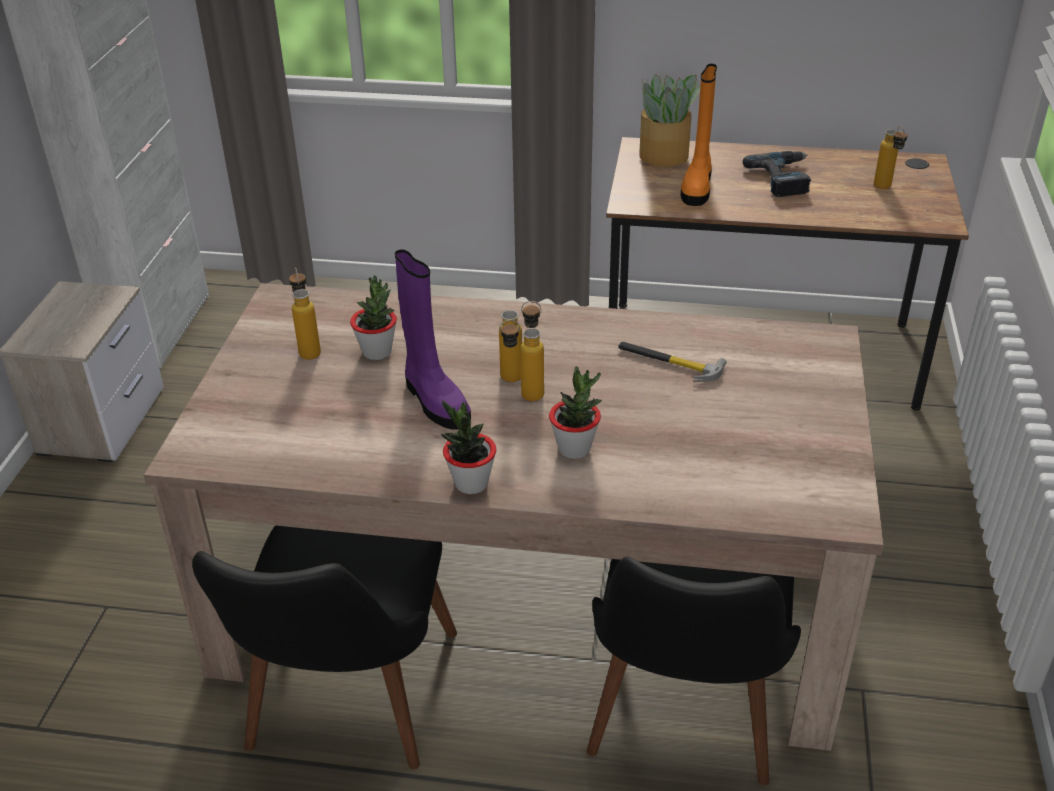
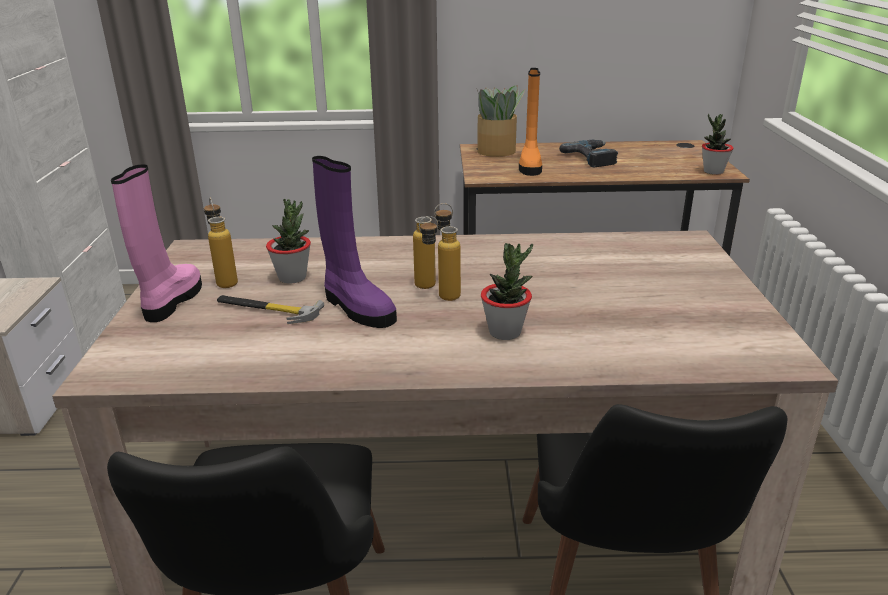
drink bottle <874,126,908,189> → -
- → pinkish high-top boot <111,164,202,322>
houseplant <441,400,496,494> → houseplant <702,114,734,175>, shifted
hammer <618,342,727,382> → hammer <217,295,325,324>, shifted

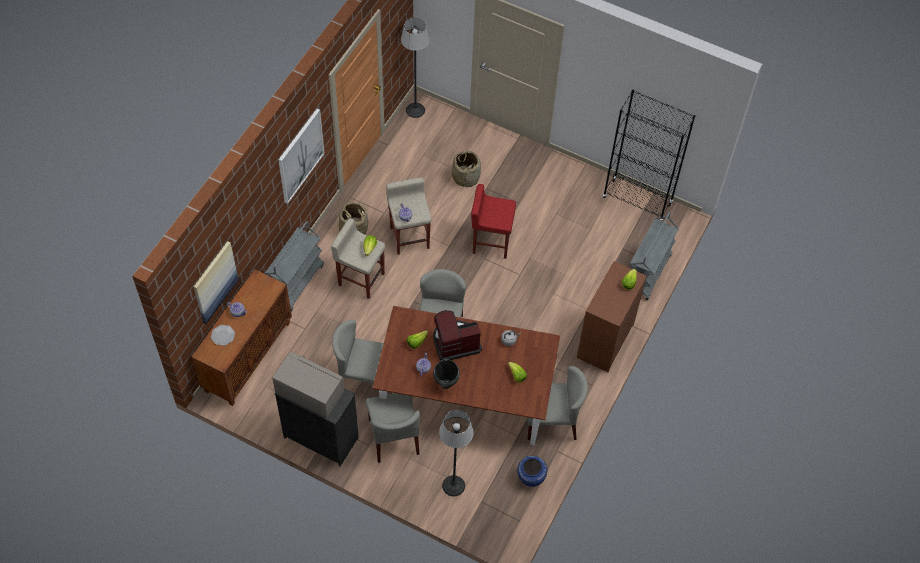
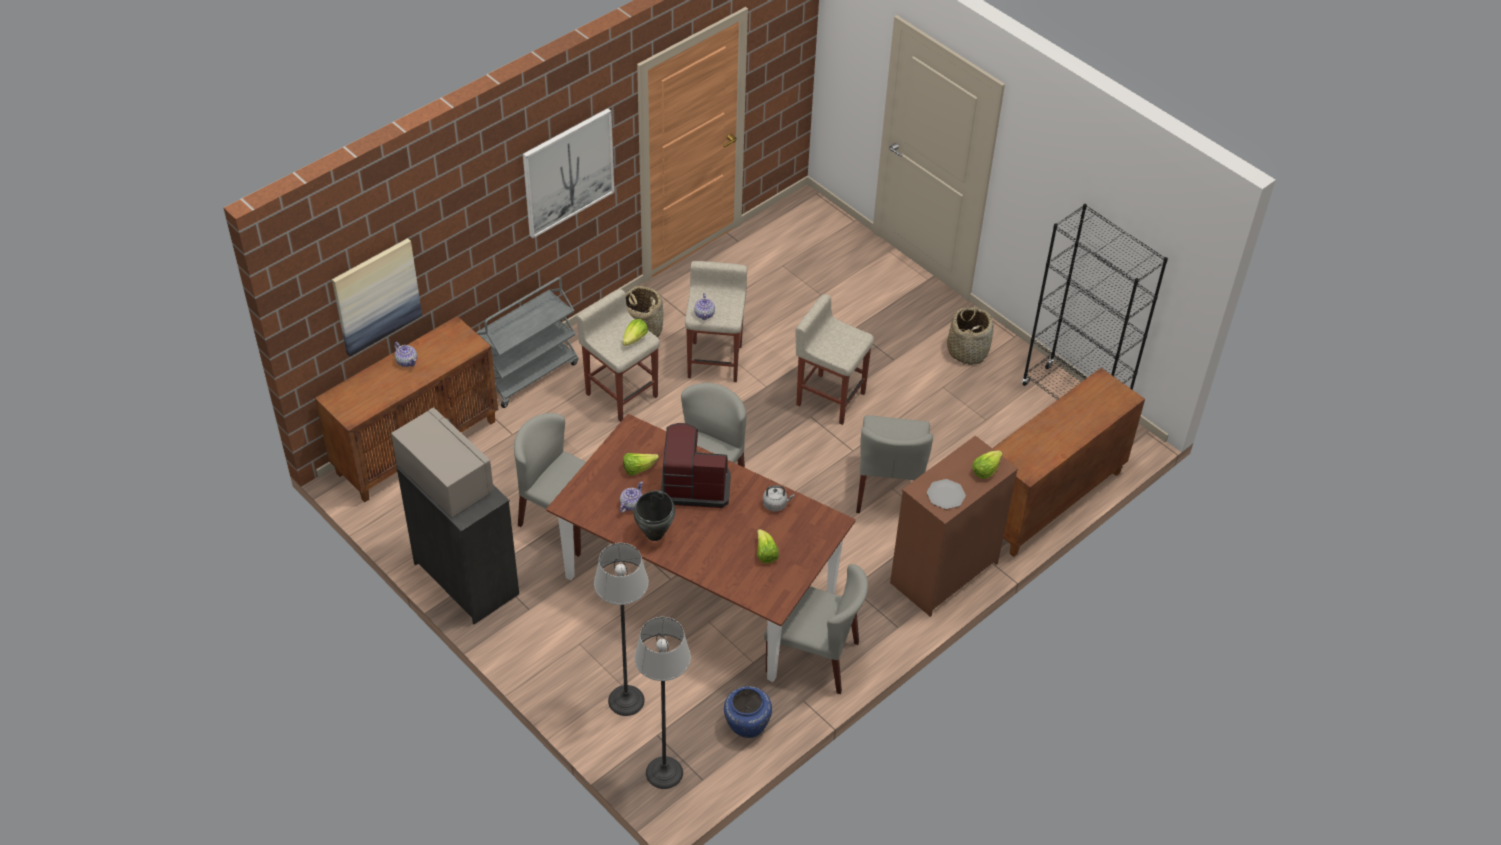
flat dish <211,325,235,346> → flat dish <927,479,966,509>, shifted
gray chair <366,393,420,463> → gray chair <856,415,933,513>, shifted
standard lamp <401,18,429,118> → standard lamp <634,617,691,789>, shifted
household basket <452,151,481,188> → household basket <947,307,993,365>, shifted
gray wheeled cart <630,212,679,300> → brownish cabinet <992,368,1145,557>
red sitting stool <471,184,516,259> → sand-coloured sitting stool <795,294,874,425>

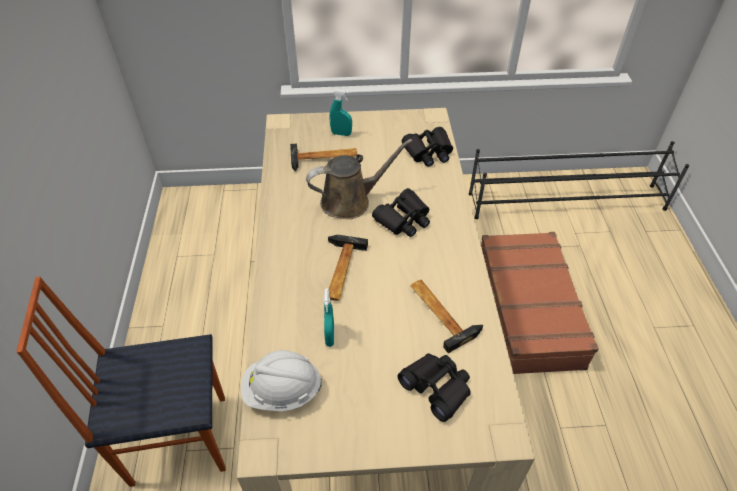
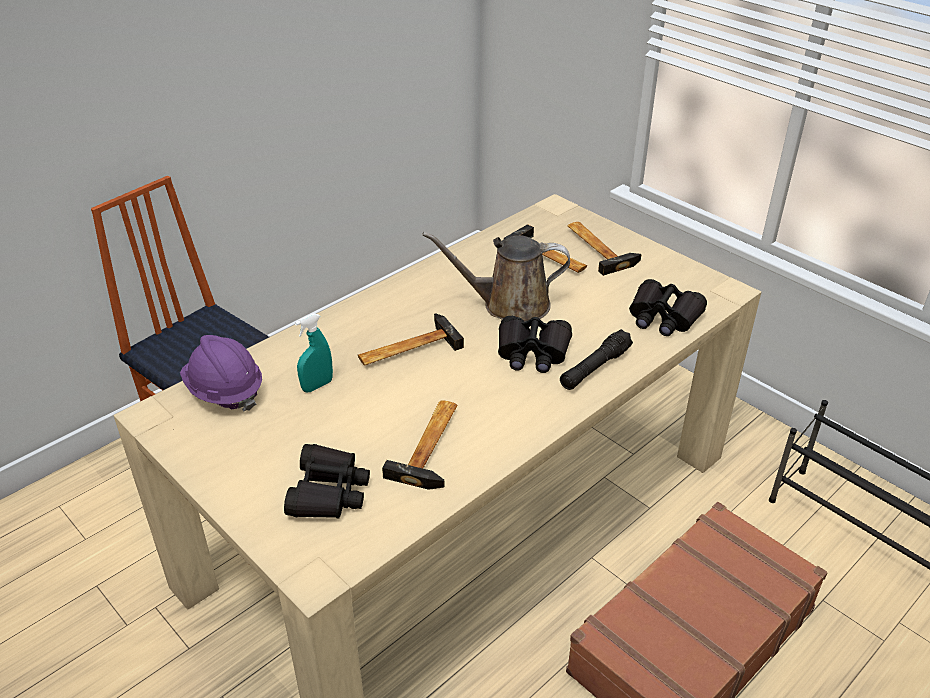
- → blackish flashlight <560,329,633,390>
turquoise spray bottle <330,89,352,136> → hammer <568,222,642,276>
white-coloured hard hat <241,350,322,411> → purple-coloured hard hat <180,335,262,411>
brownish watering can <306,139,413,219> → brownish watering can <422,232,570,321>, 150 degrees clockwise

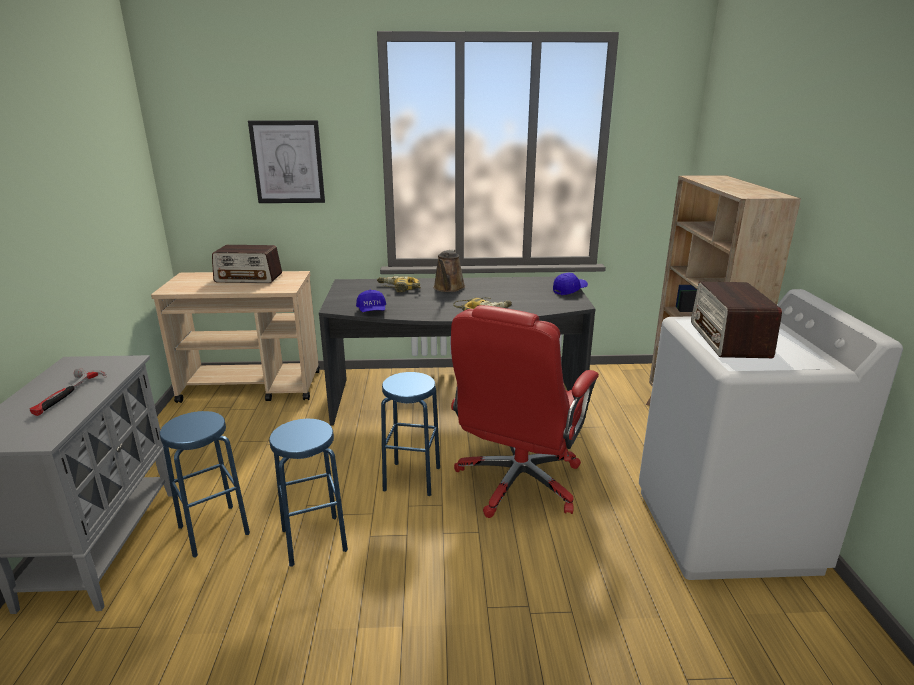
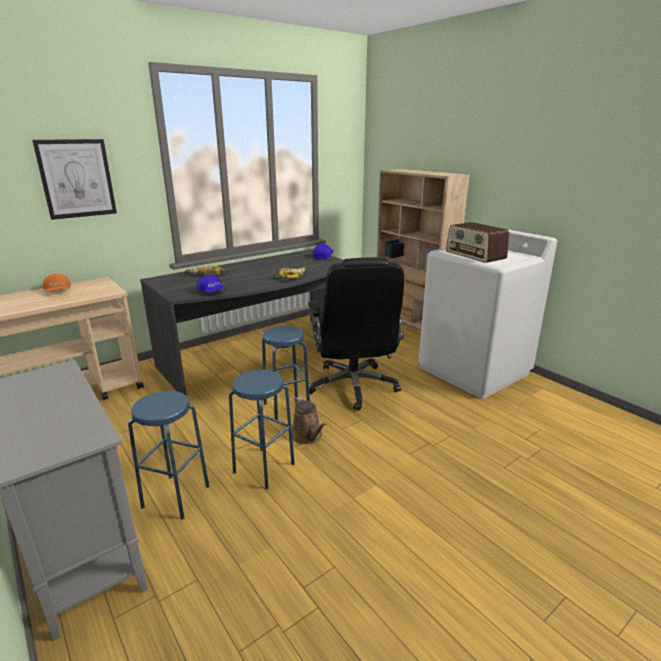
hammer <30,368,107,416> → -
brownish watering can <433,250,465,292> → brownish watering can <292,396,326,444>, shifted
radio <212,245,282,283> → orange peaked cap <43,274,71,292>
red office chair <451,305,599,518> → blackish office chair <308,257,404,411>

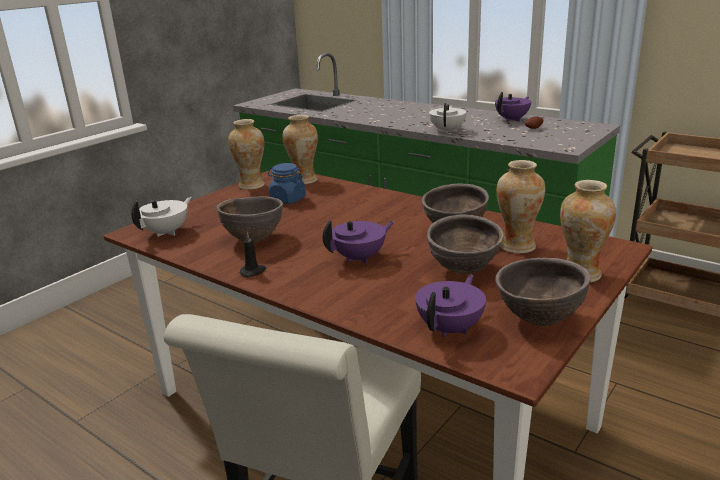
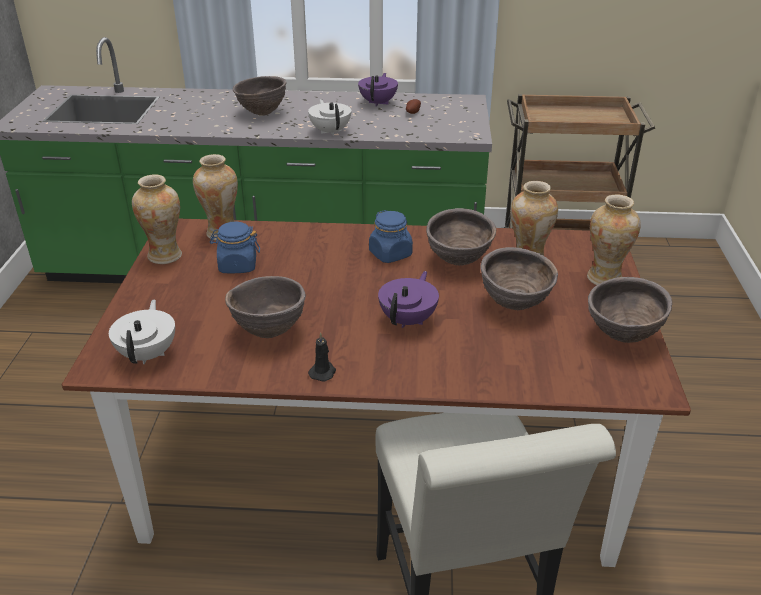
purple-coloured pot for tea <415,275,486,337> → -
- → brownish serving bowl <233,76,287,116>
- → blue-coloured storage jar <369,210,413,263>

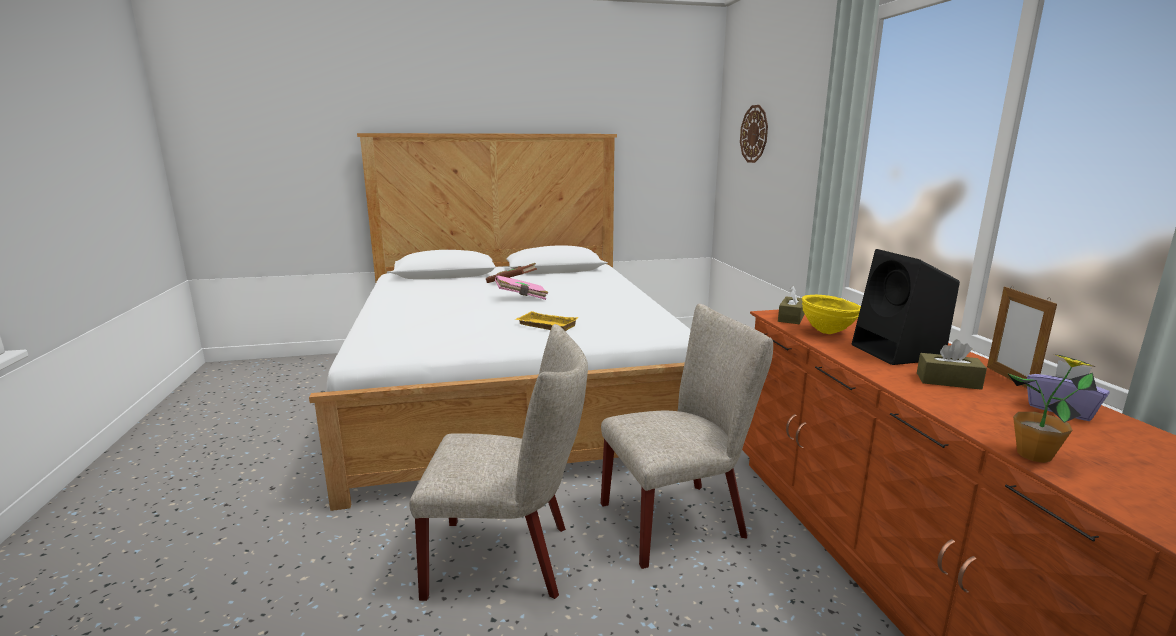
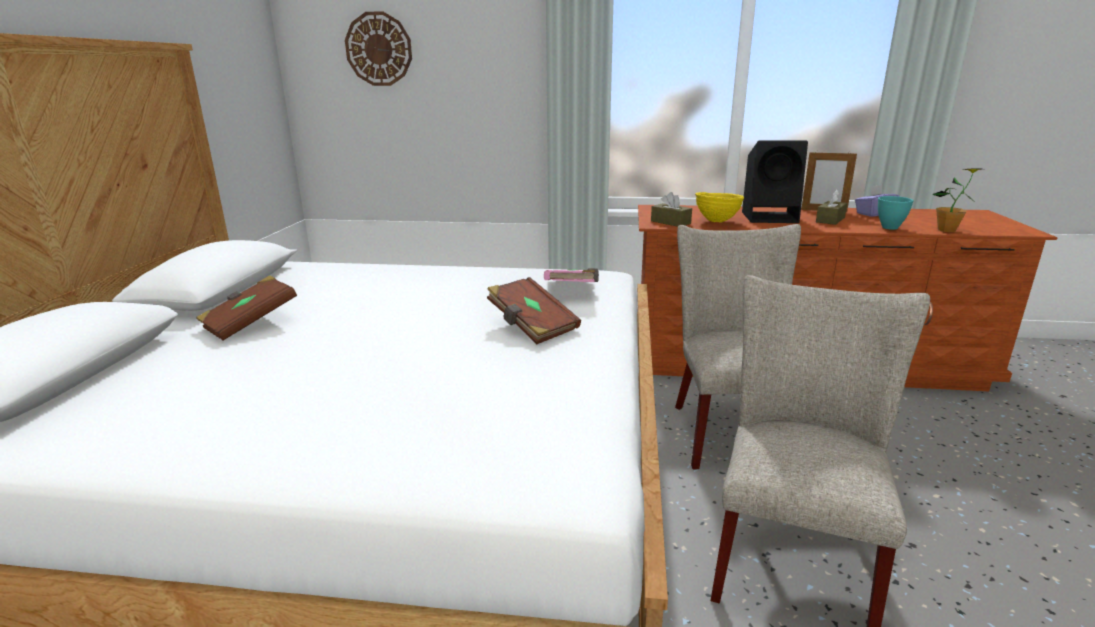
- → turquoise serving bowl <878,196,914,230>
pinkish bound book <495,275,548,300> → pinkish bound book <544,269,599,282>, shifted
yellow-coloured tray <515,311,579,331> → brownish bound book <487,277,581,345>

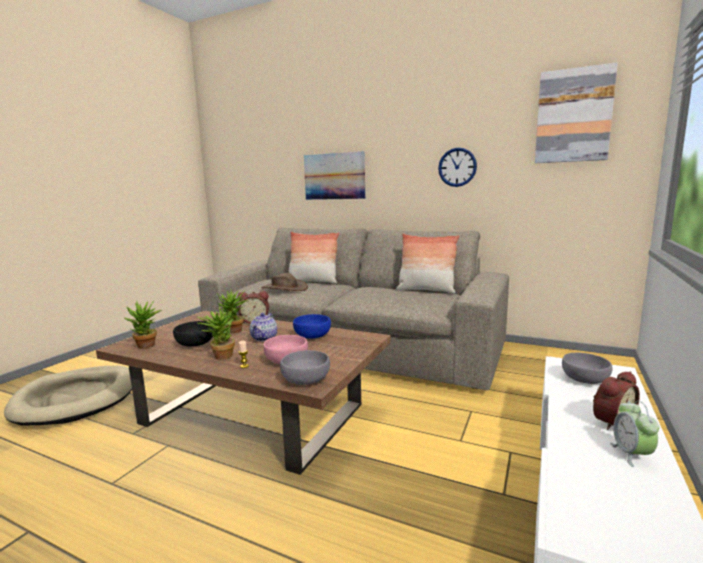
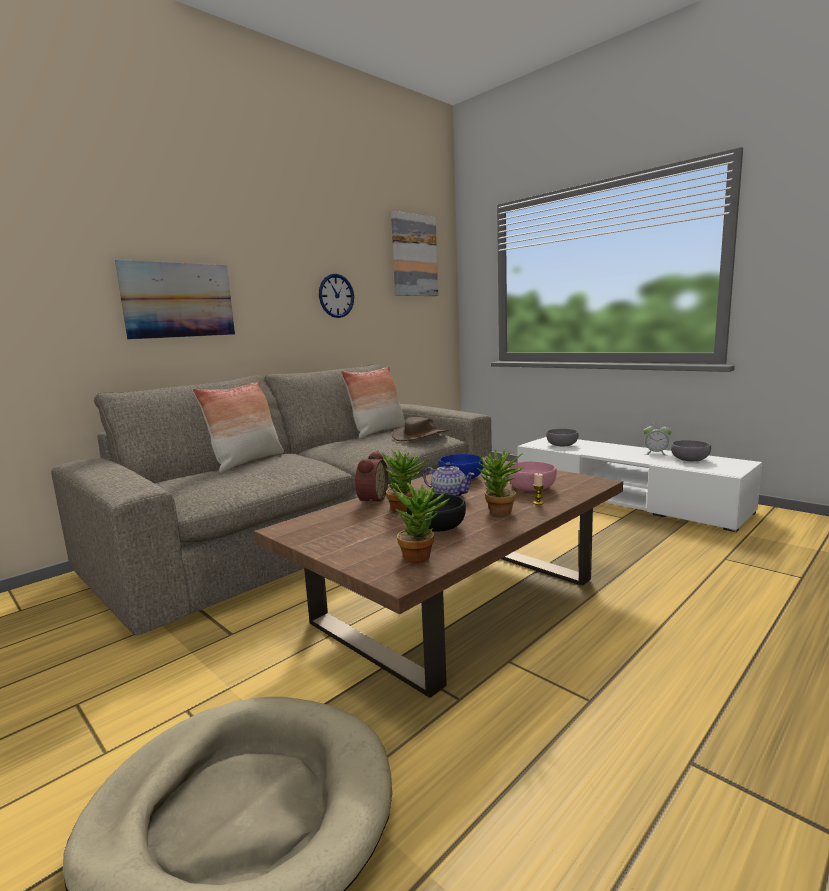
alarm clock <593,371,640,430> → -
brownish hat <261,273,308,291> → brownish hat <392,417,449,441>, shifted
gray serving bowl <280,350,330,385> → gray serving bowl <671,440,711,461>, shifted

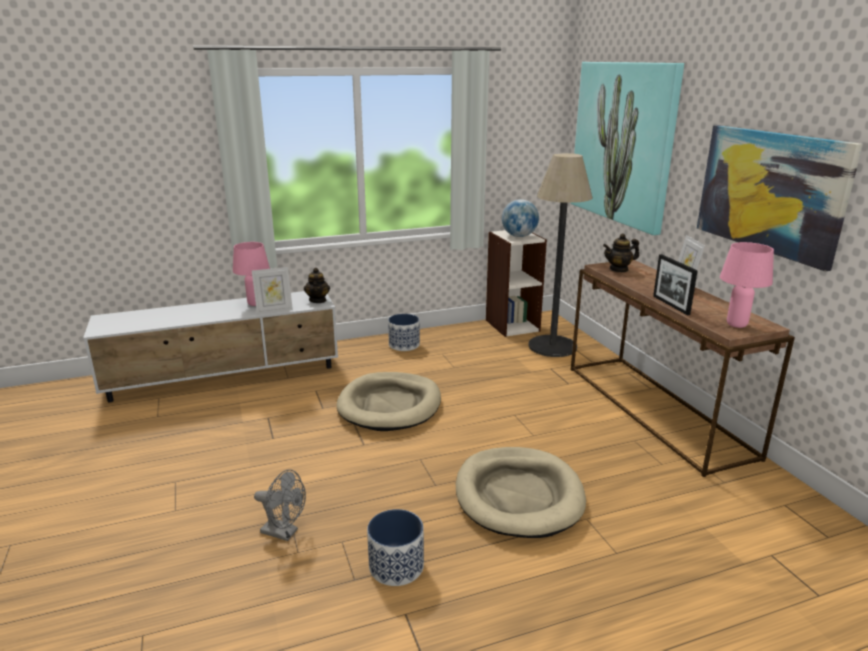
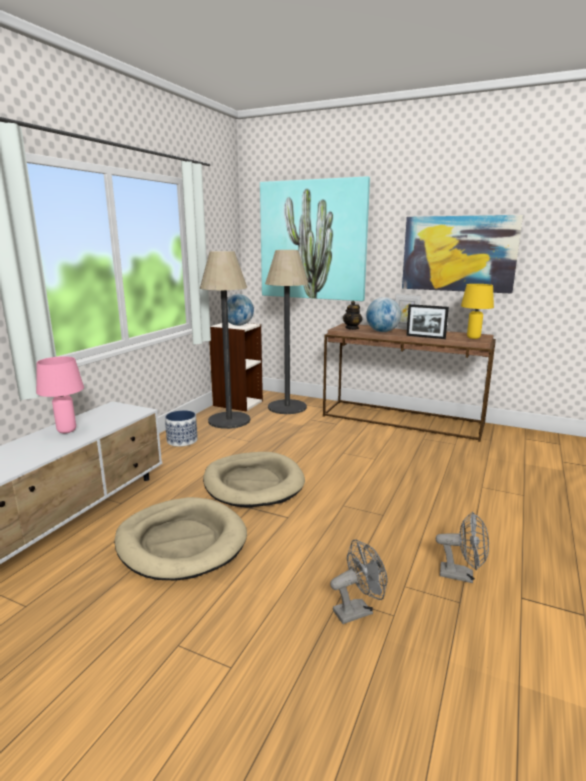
photo frame <252,267,293,315> → -
pot for tea <304,268,330,303> → -
- → standard lamp <200,251,250,429>
- → world globe <366,297,401,332>
sand-coloured dog bed <456,447,586,538> → sand-coloured dog bed <114,497,247,580>, shifted
flower pot <367,509,424,586> → gray cooling fan <436,512,489,583>
pinkish table lamp <720,242,774,328> → yellow-coloured table lamp <461,284,494,339>

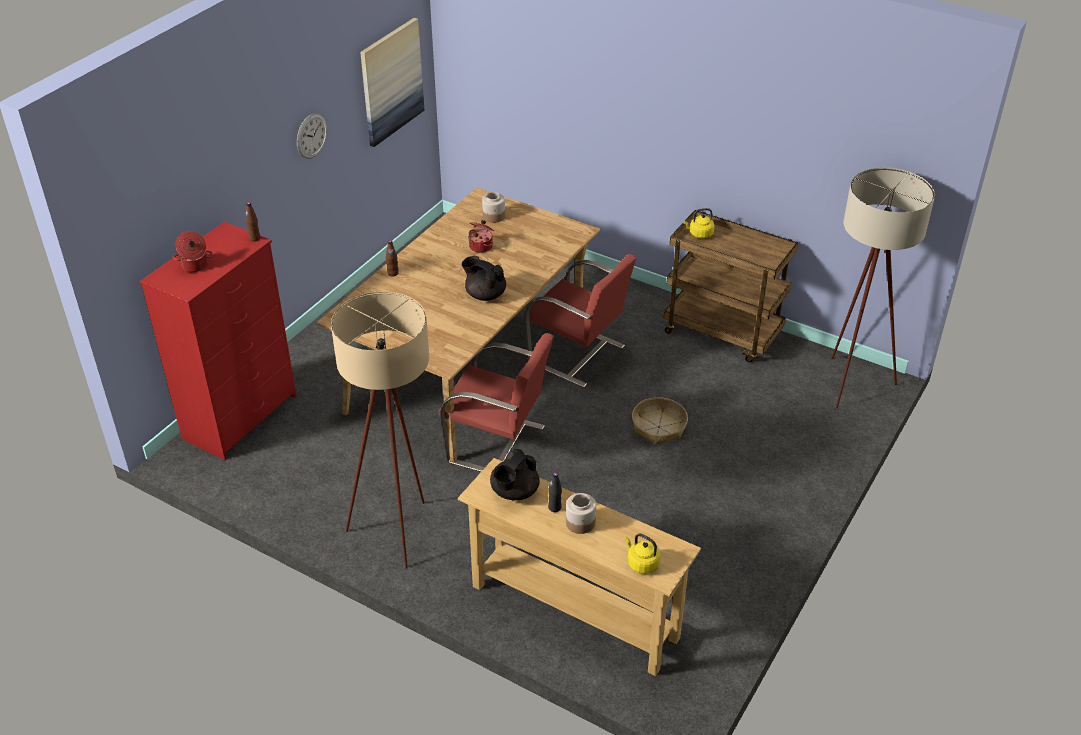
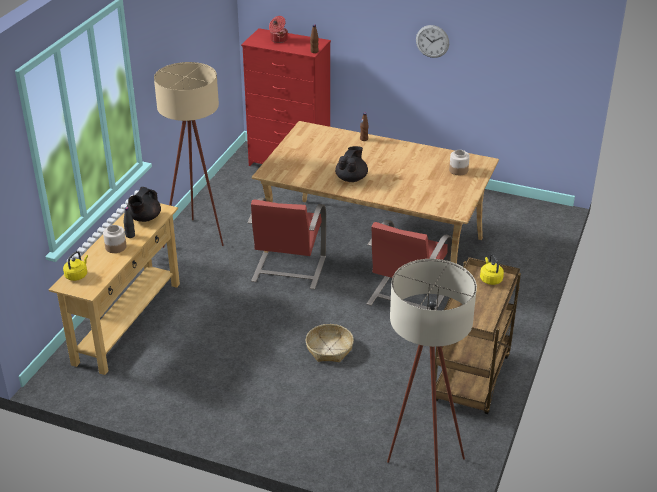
wall art <360,18,424,147> → -
saucepot <469,220,494,253> → -
blackish pot for tea <490,449,540,500> → blackish pot for tea <127,187,161,222>, 90 degrees counterclockwise

